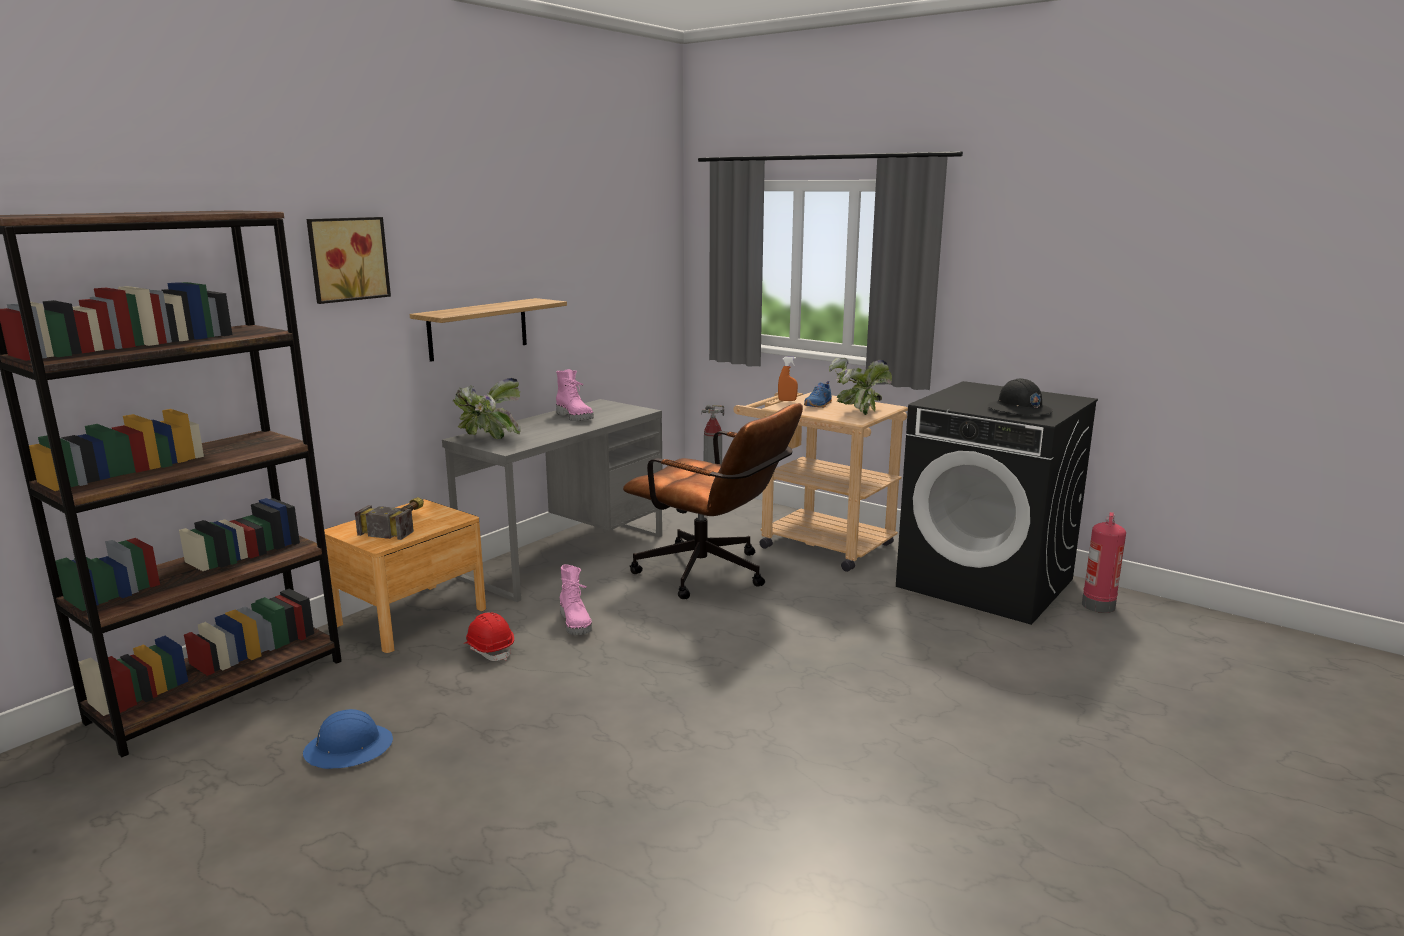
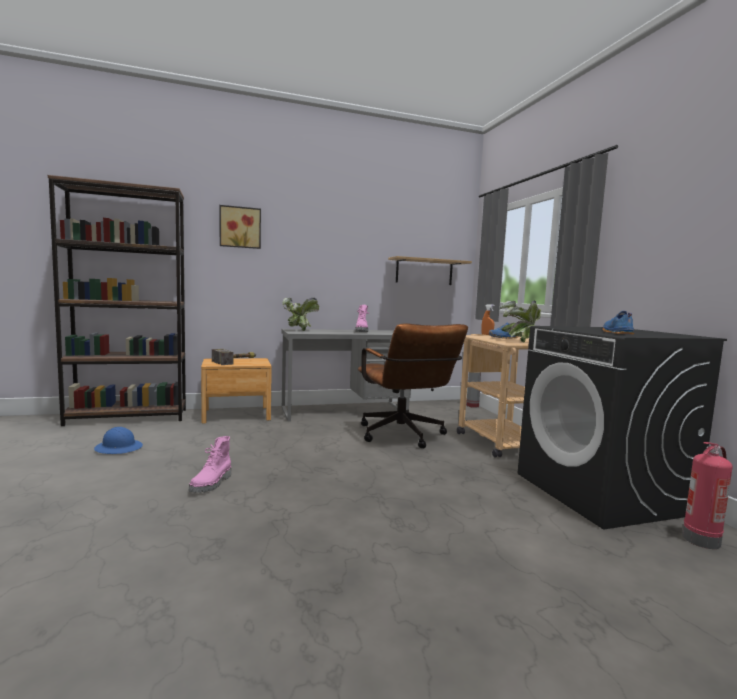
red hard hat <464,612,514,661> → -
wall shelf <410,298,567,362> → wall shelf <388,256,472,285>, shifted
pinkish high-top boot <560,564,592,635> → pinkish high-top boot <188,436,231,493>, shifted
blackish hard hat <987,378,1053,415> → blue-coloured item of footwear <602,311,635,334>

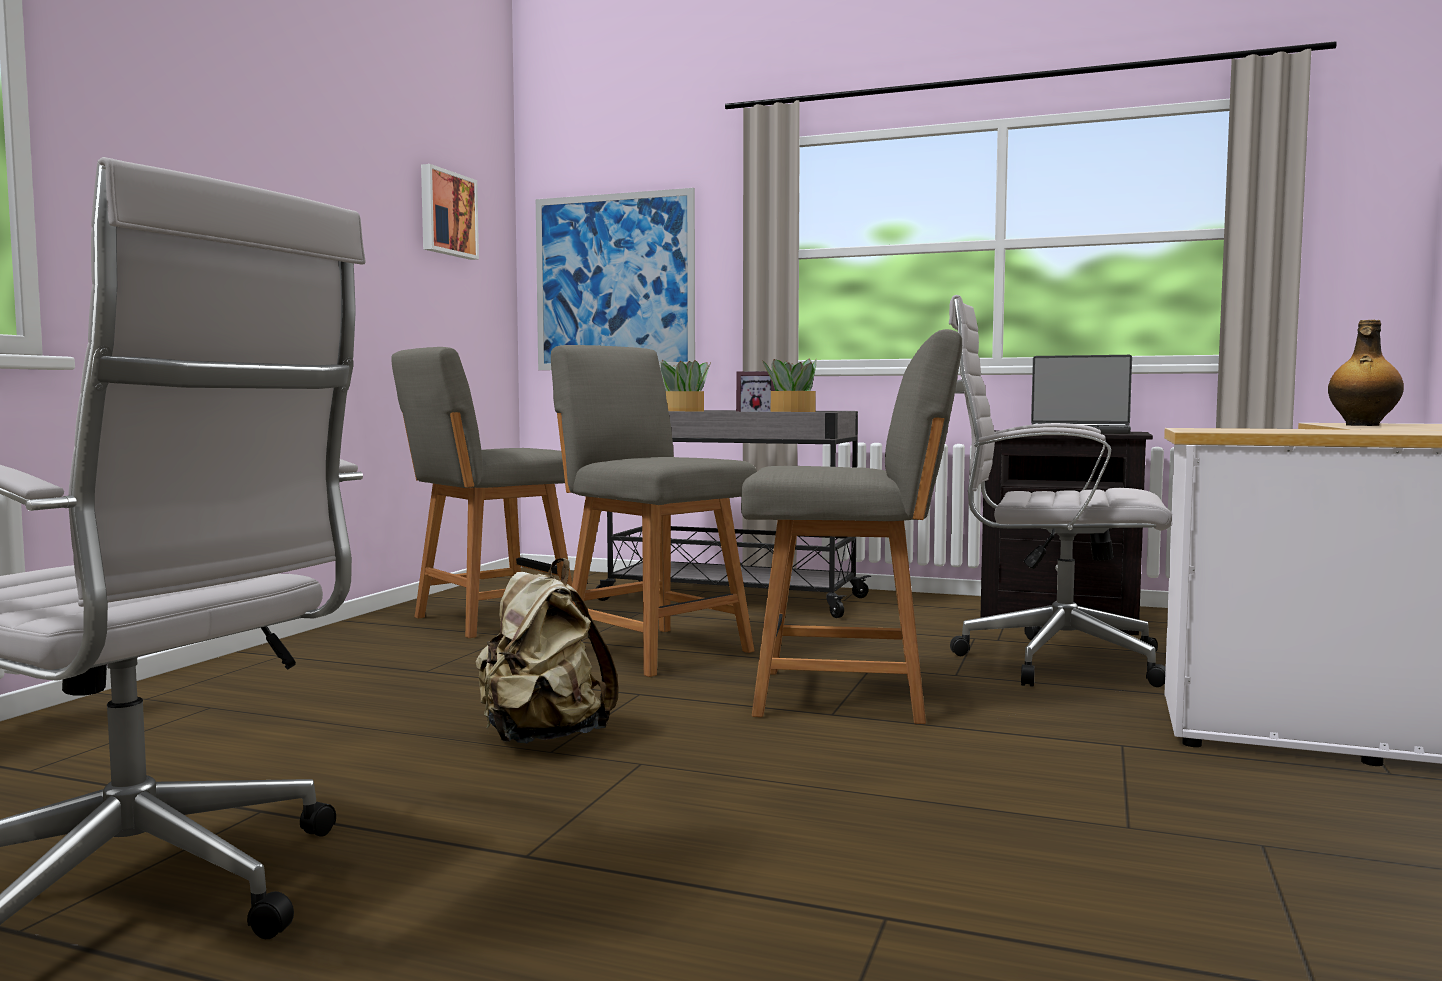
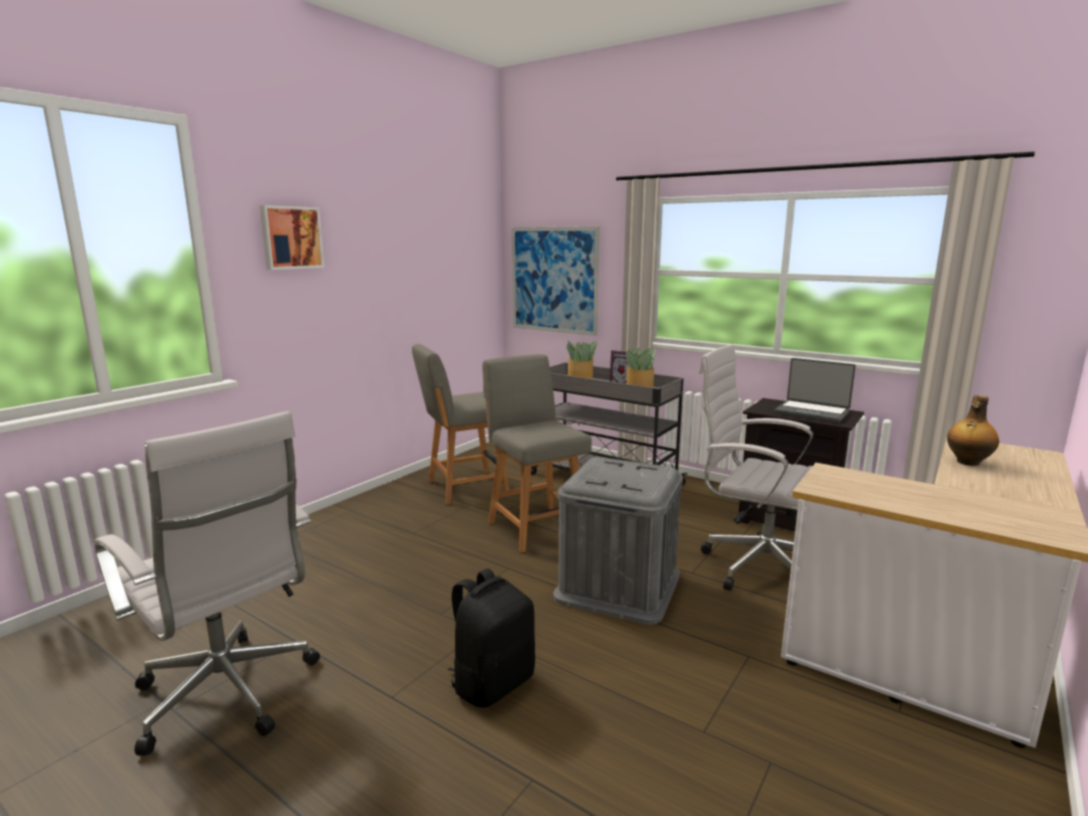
sand-coloured rucksack <475,558,619,743> → -
- → blackish rucksack <448,568,535,708>
wall art <421,164,479,260> → wall art <260,205,325,270>, shifted
gray chair <741,329,962,724> → gray storage bin <553,457,683,625>

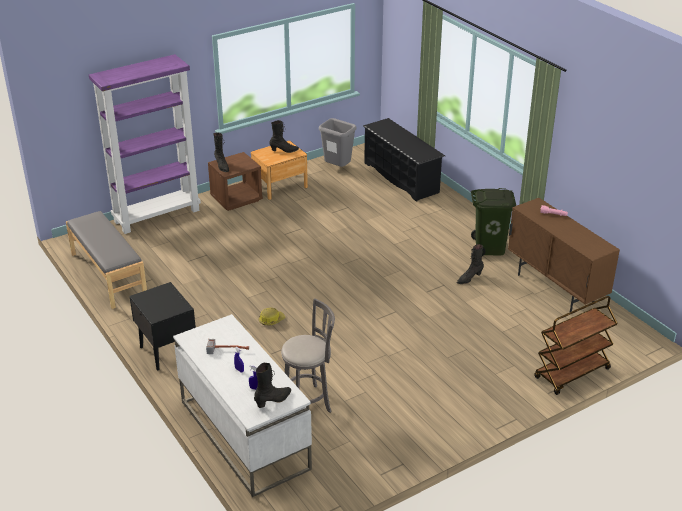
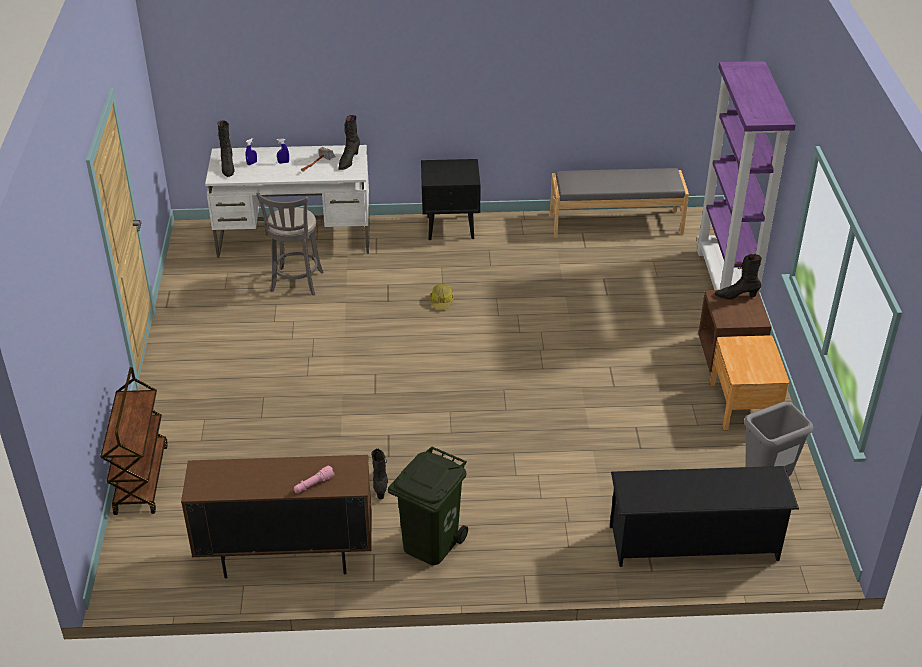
blackish high-top boot <269,120,299,153> → blackish high-top boot <338,115,360,170>, shifted

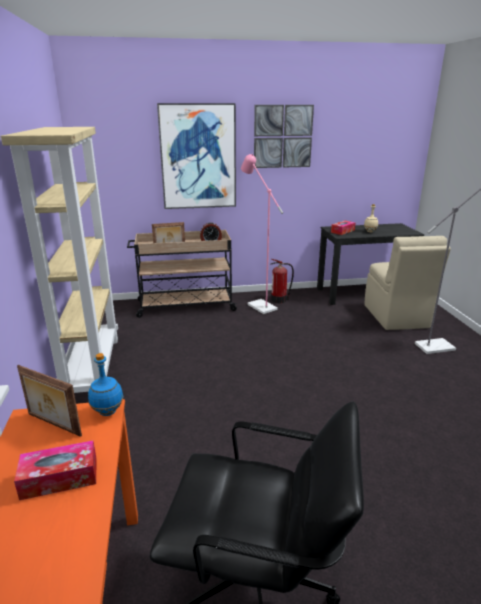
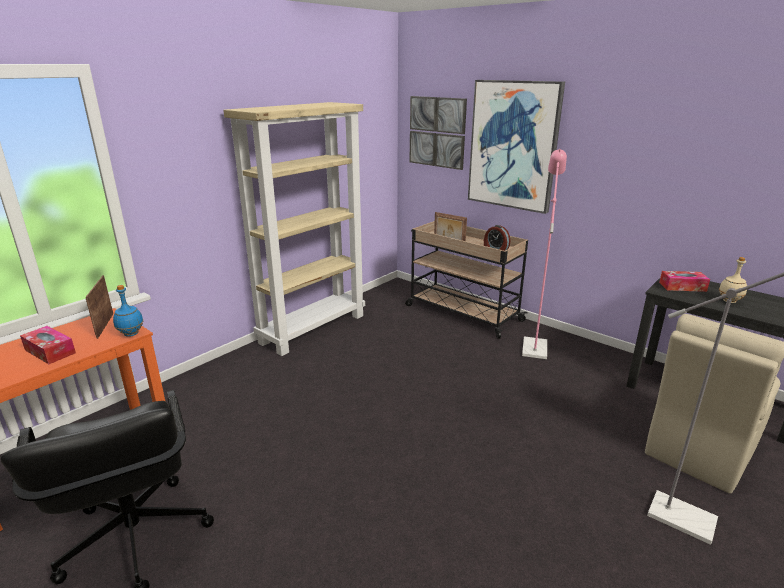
fire extinguisher <270,259,294,303> → -
wall art <254,105,314,168> → wall art <409,96,467,170>, shifted

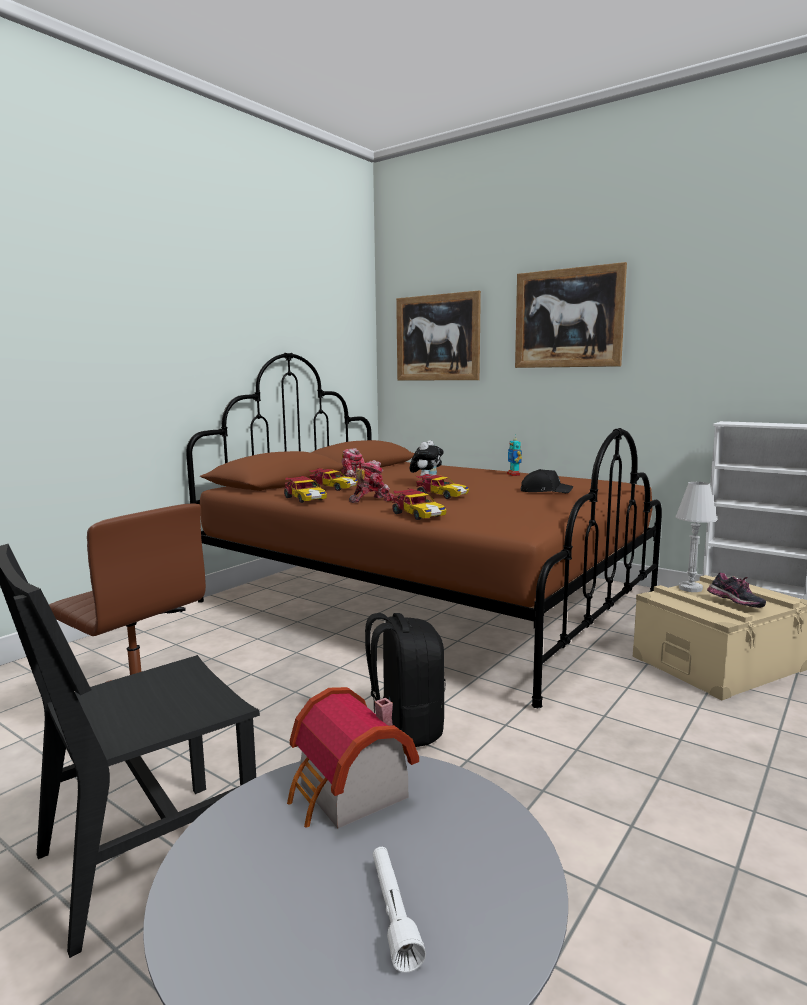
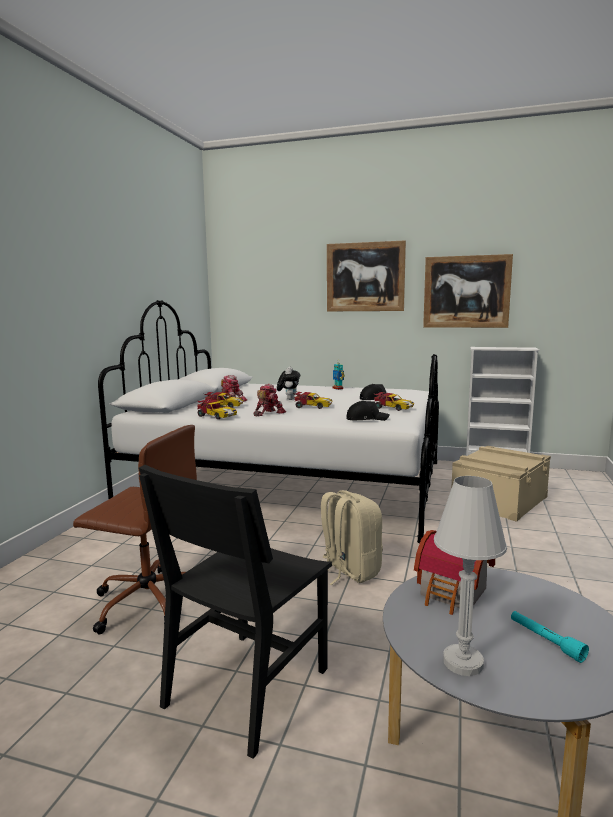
item of footwear <707,573,766,608> → -
- → blackish peaked cap <346,401,390,421>
toy car <392,488,447,520> → toy car <373,392,414,411>, shifted
wall art <396,291,481,380> → wall art <423,254,513,328>, shifted
white-coloured table lamp <676,482,718,592> → white-coloured table lamp <434,476,507,676>, shifted
brownish sleeping bed <186,353,662,708> → white-coloured sleeping bed <98,300,439,543>
blackish rucksack <365,613,445,747> → sand-coloured rucksack <321,490,383,585>
white-coloured flashlight <373,847,426,973> → turquoise flashlight <511,611,589,663>

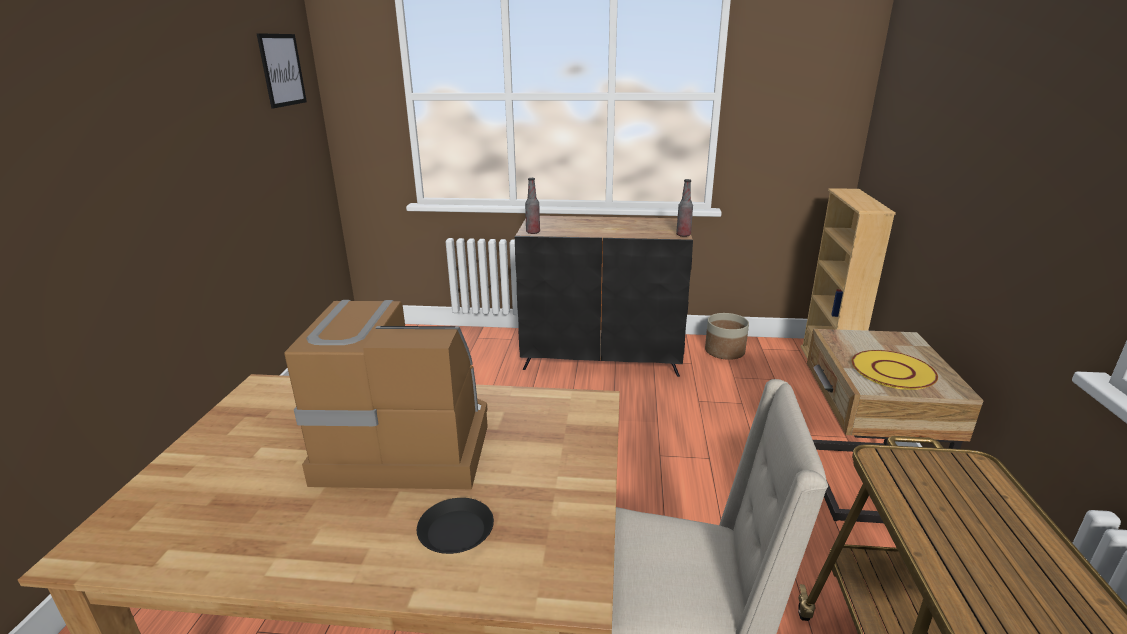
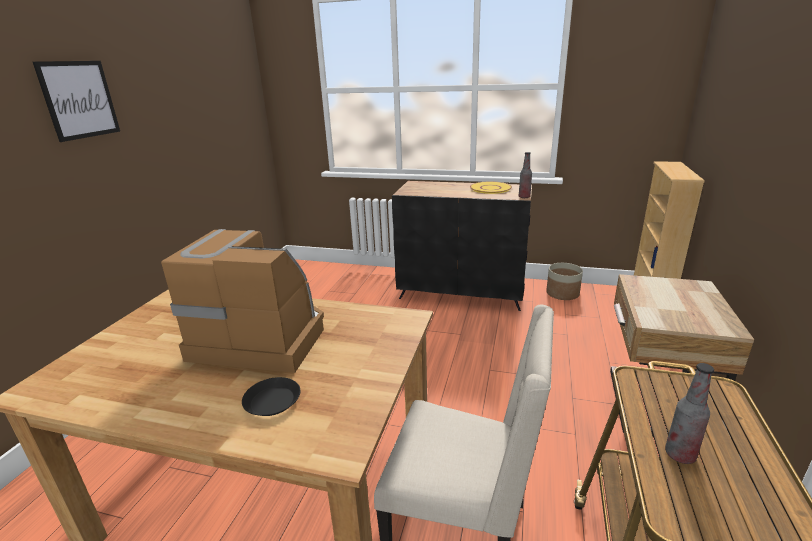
wall art <256,33,307,108> → wall art <33,61,120,142>, shifted
drink bottle <525,178,540,234> → drink bottle <665,363,714,464>, shifted
yellow-coloured flat dish <852,350,938,390> → yellow-coloured flat dish <470,182,512,194>, shifted

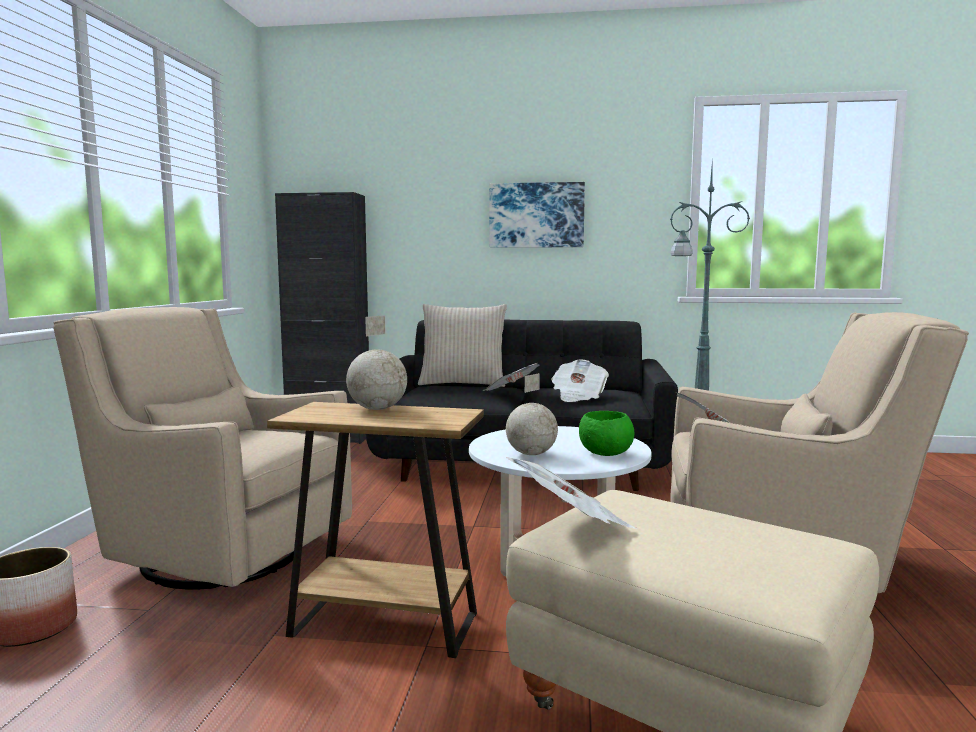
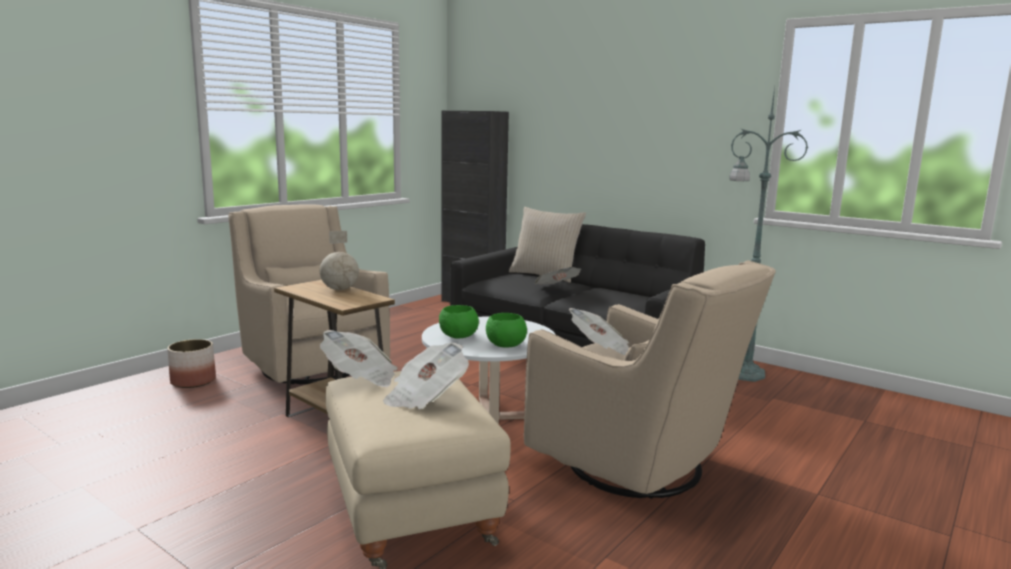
wall art <489,182,585,248> → -
daily paper <551,359,609,402> → daily paper <383,343,469,409>, shifted
world globe <506,373,558,455> → green serving bowl <439,305,479,339>

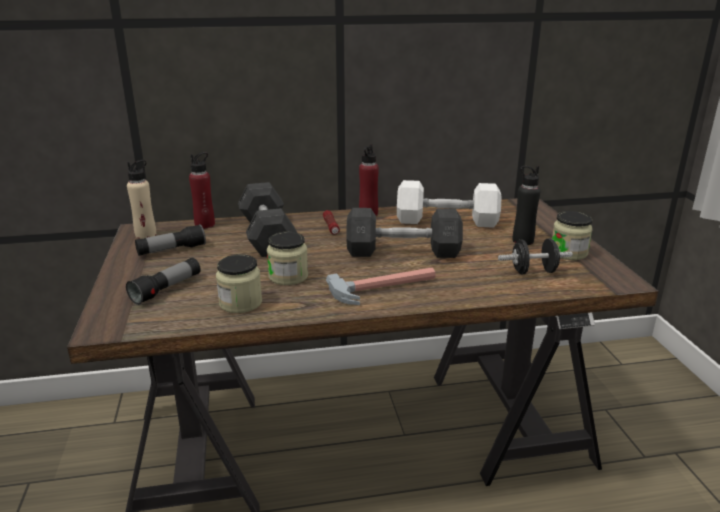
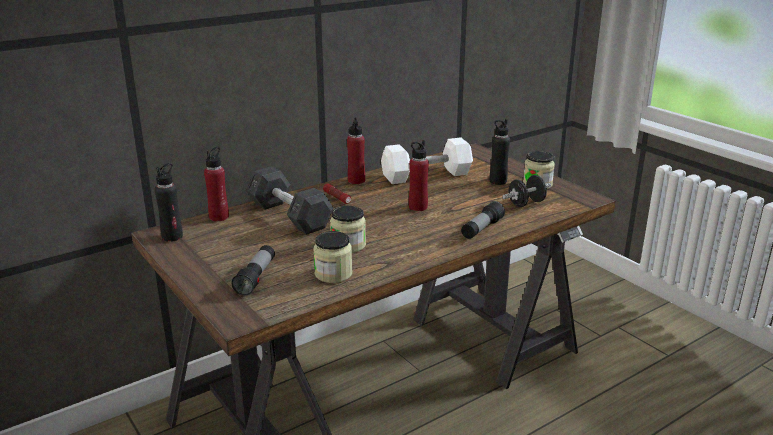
hammer <326,268,436,305> → -
flashlight <135,224,206,256> → flashlight <461,201,505,239>, shifted
gray dumbbell <346,208,463,258> → red drink bottle <409,140,429,211>
sand-coloured drink bottle <127,160,156,239> → blackish drink bottle <155,163,183,242>

